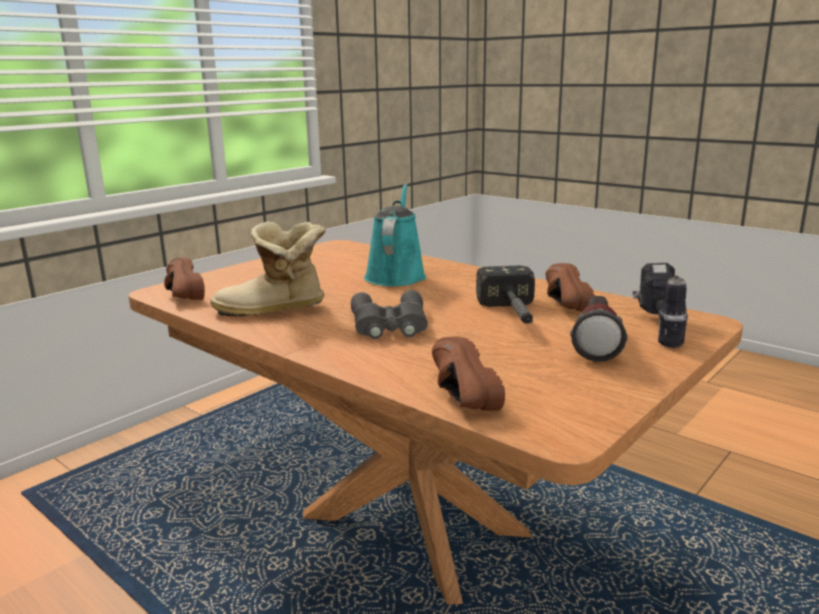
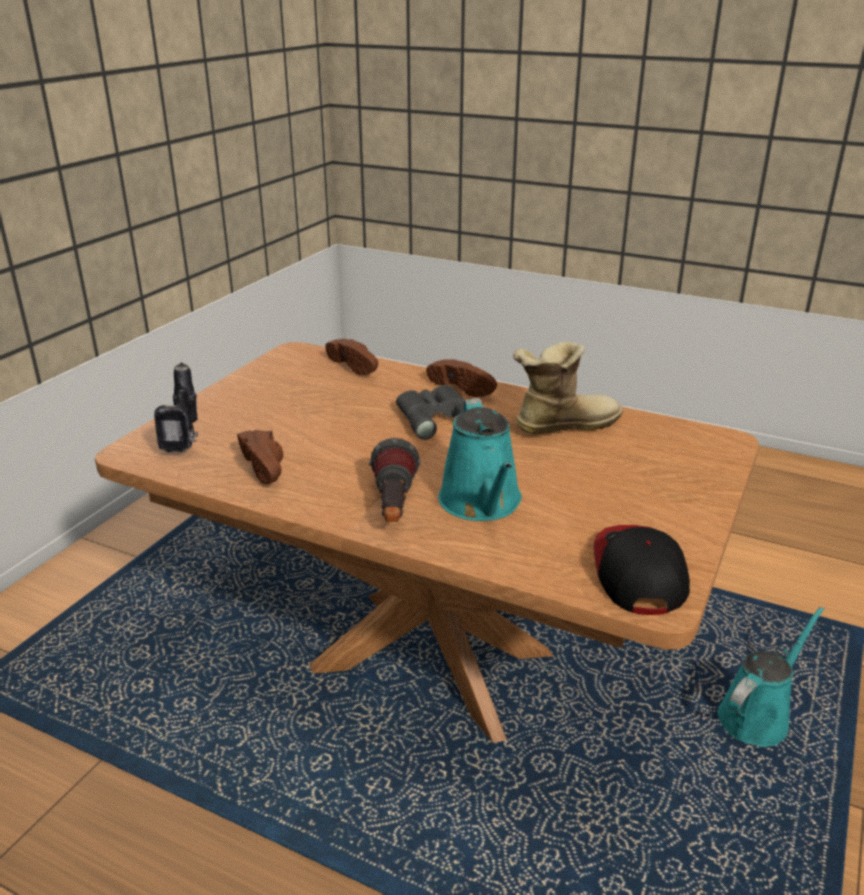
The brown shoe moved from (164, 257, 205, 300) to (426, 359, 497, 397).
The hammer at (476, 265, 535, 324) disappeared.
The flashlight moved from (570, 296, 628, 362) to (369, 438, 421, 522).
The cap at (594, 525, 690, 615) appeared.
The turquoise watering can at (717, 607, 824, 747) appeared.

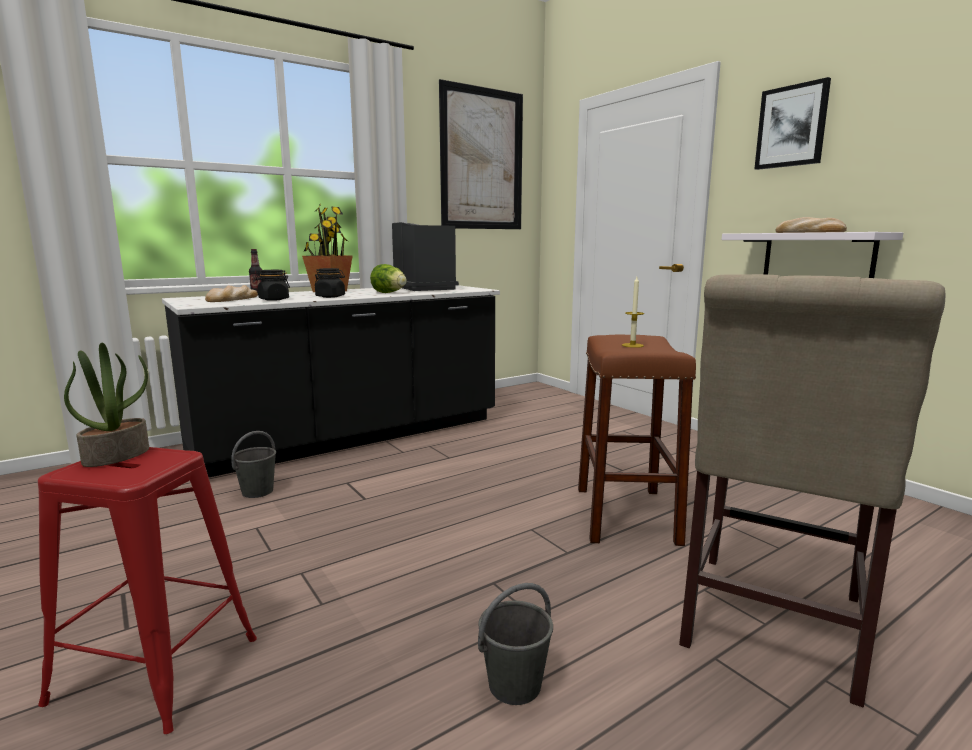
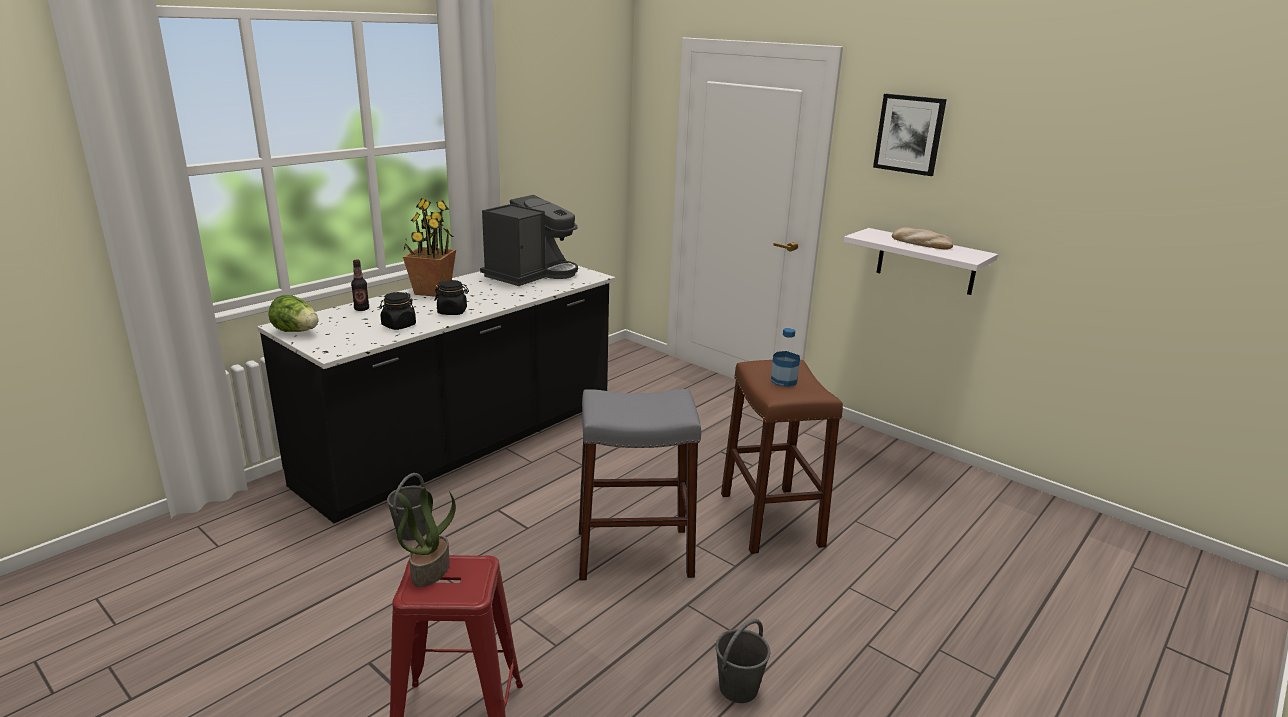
The picture at (439, 79, 523, 229) disappeared.
The coffee machine at (392, 222, 459, 291) turned 75 degrees clockwise.
The lettuce moved from (370, 264, 407, 293) to (268, 295, 318, 332).
The beige chair at (679, 274, 945, 707) disappeared.
The candle at (622, 277, 644, 348) was replaced by the bottle at (771, 328, 800, 387).
The bread at (205, 285, 258, 302) disappeared.
The grey stool at (579, 389, 701, 580) appeared.

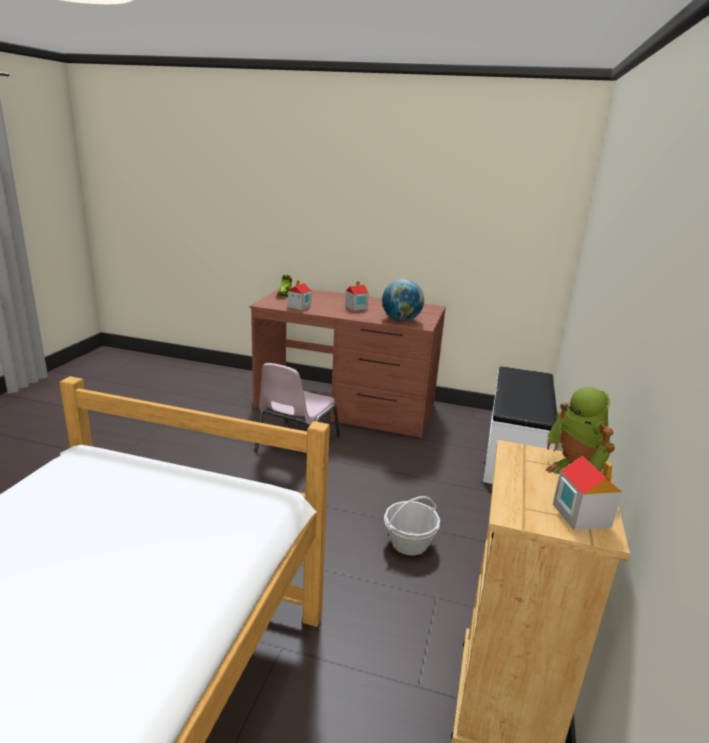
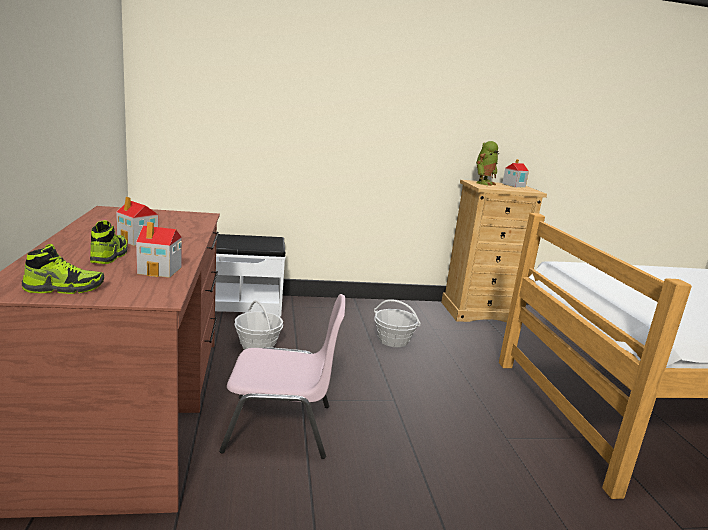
The globe at (382, 279, 424, 321) disappeared.
The shoe at (90, 220, 128, 264) appeared.
The basket at (234, 300, 283, 350) appeared.

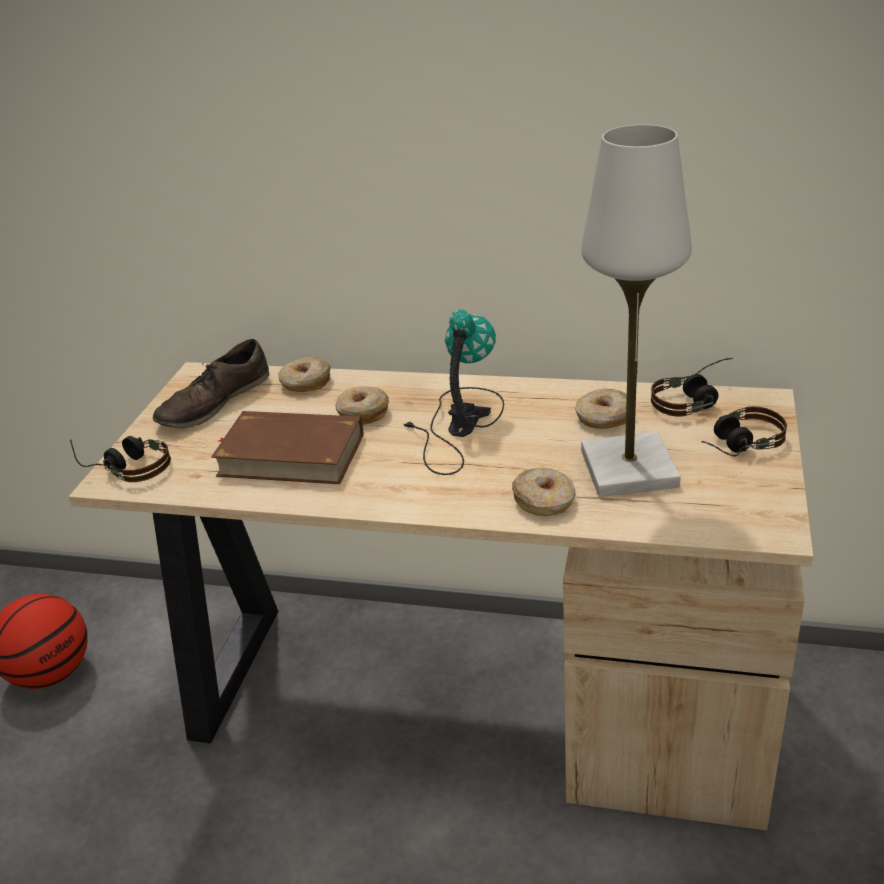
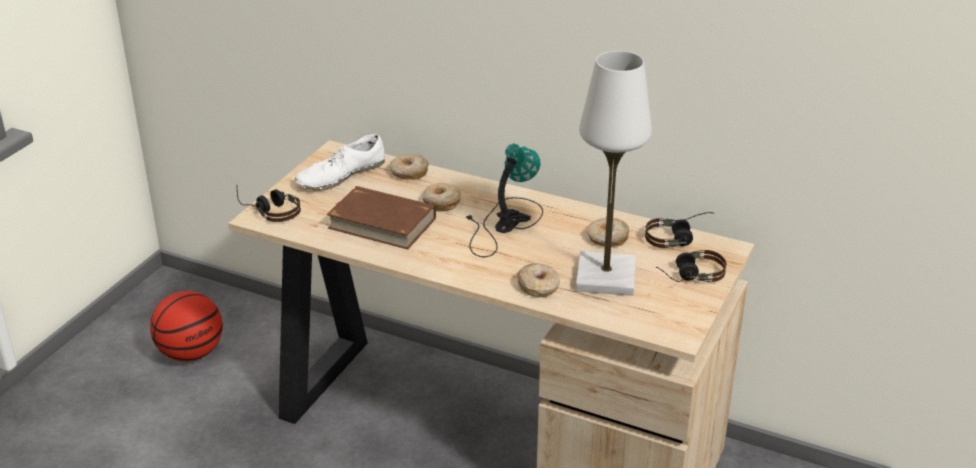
The brown shoe at (153, 339, 269, 429) became the white shoe at (295, 134, 385, 191).

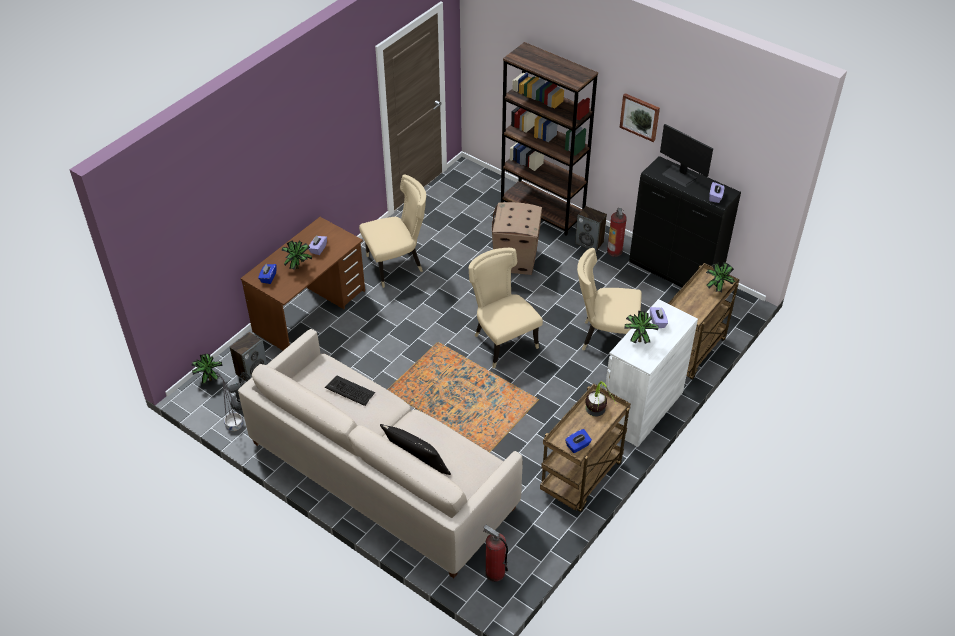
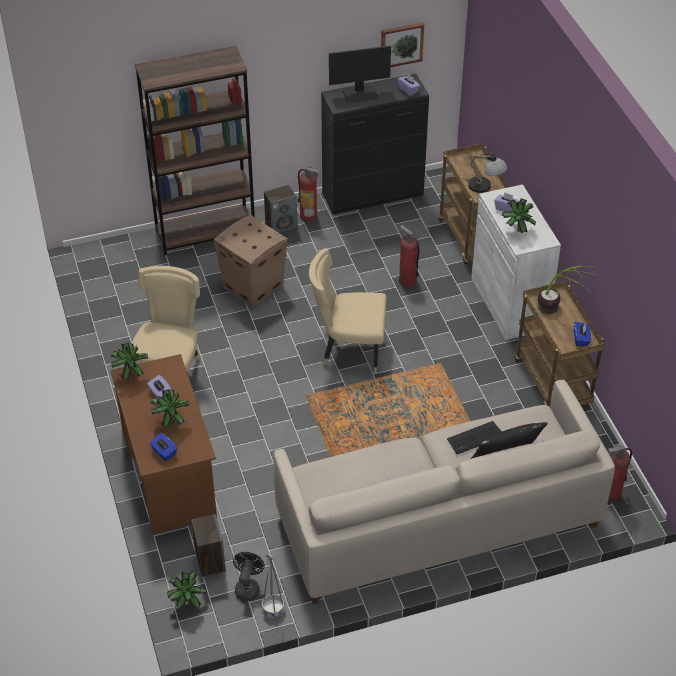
The picture moved from (620, 93, 660, 142) to (381, 23, 424, 67).
The beige chair at (577, 248, 642, 350) was replaced by the fire extinguisher at (399, 225, 420, 288).
The potted plant moved from (706, 262, 736, 292) to (110, 343, 148, 380).
The keyboard moved from (325, 375, 375, 406) to (447, 421, 502, 454).
The table lamp at (464, 153, 507, 193) appeared.

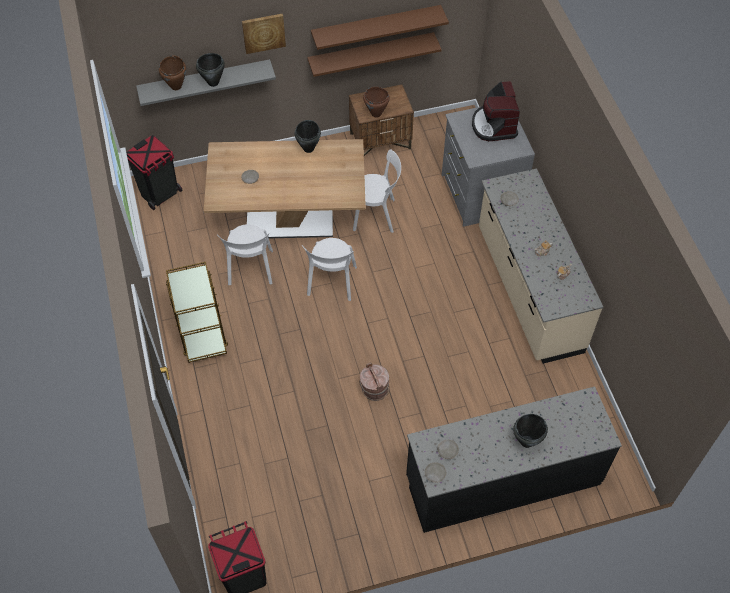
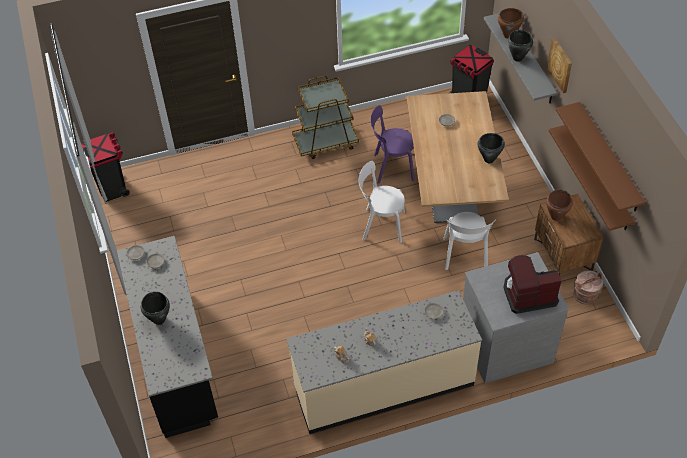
The white chair at (217, 224, 273, 285) became the purple chair at (371, 105, 415, 184).
The brown bucket moved from (359, 362, 389, 401) to (573, 270, 603, 305).

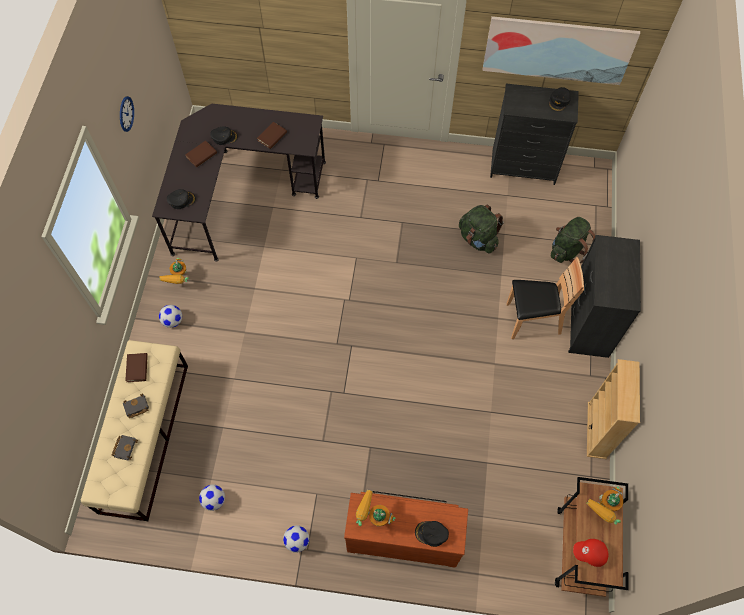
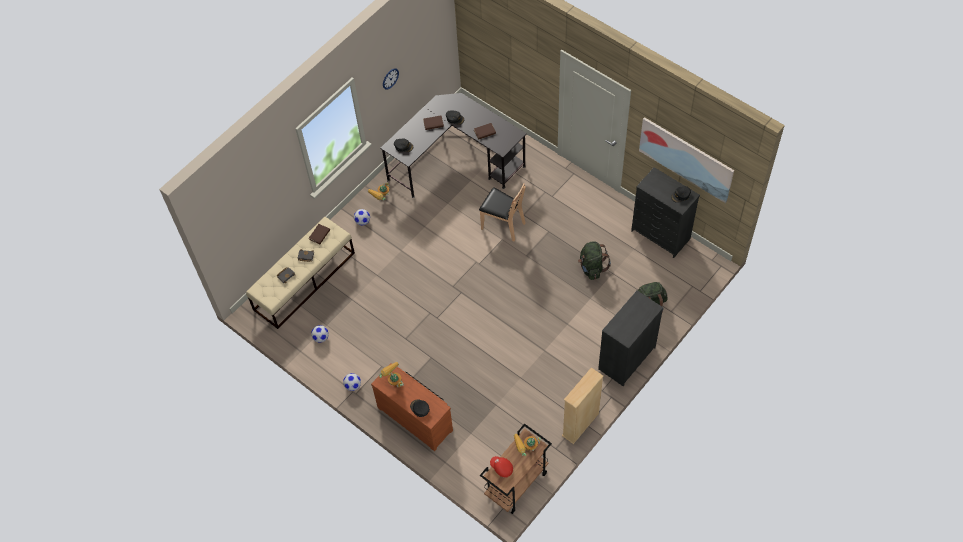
The brown chair moved from (506, 257, 584, 339) to (479, 183, 526, 242).

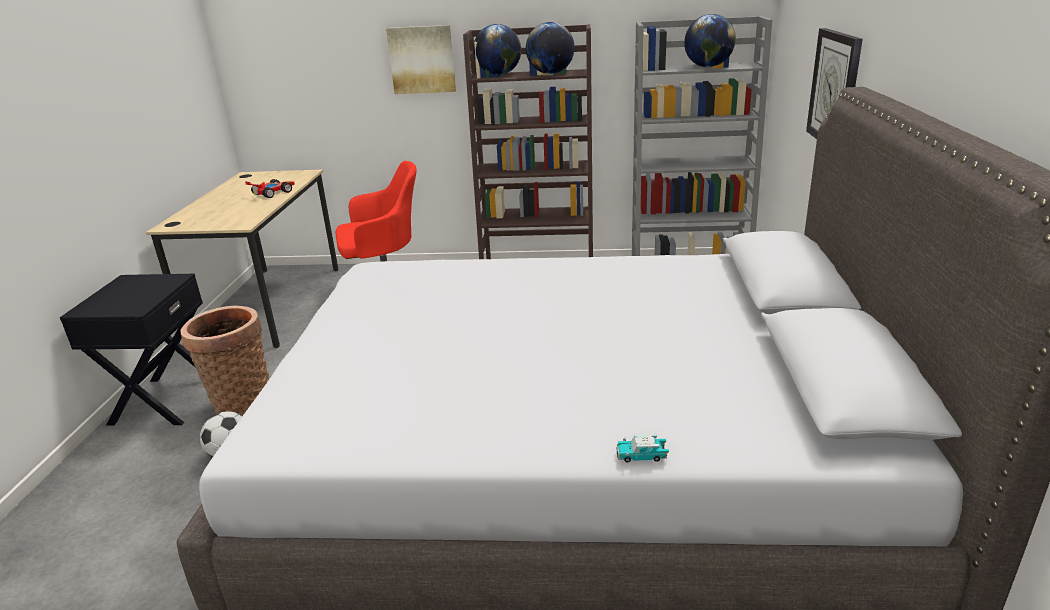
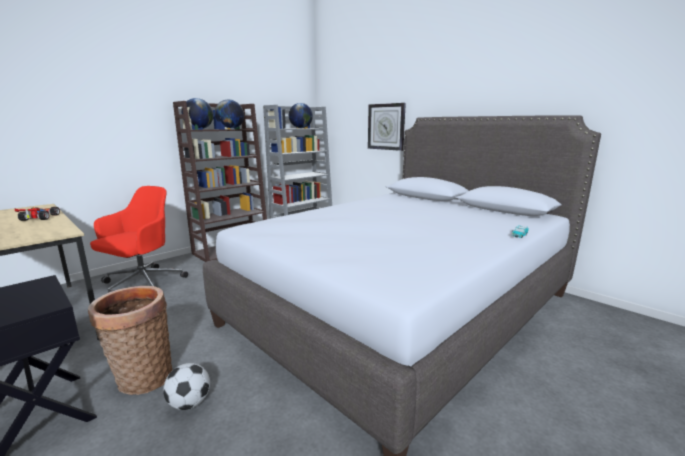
The picture at (386, 25, 456, 94) disappeared.

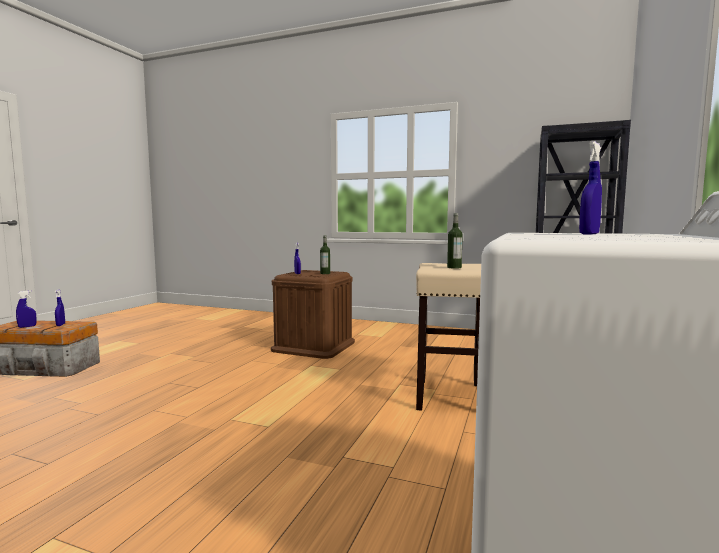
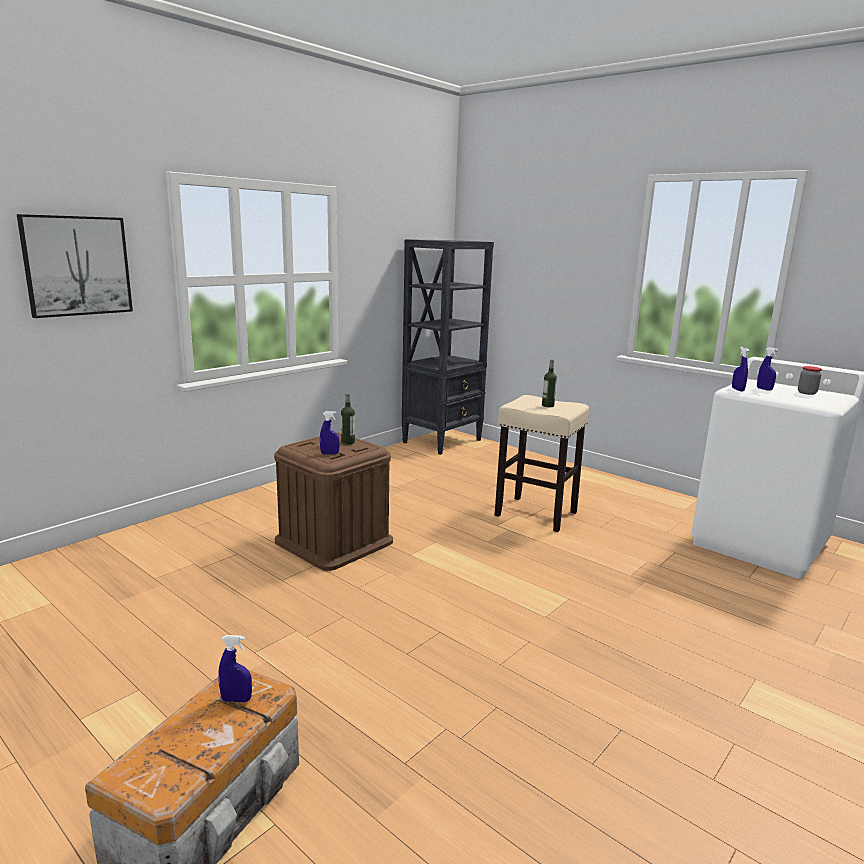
The blue spray bottle moved from (16, 290, 37, 328) to (732, 347, 749, 392).
The picture at (17, 214, 133, 318) appeared.
The jar at (798, 366, 822, 395) appeared.

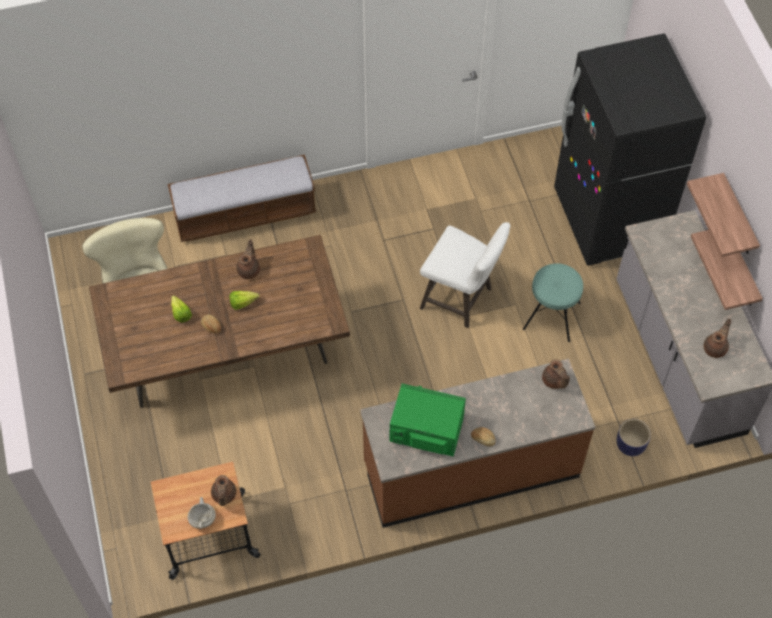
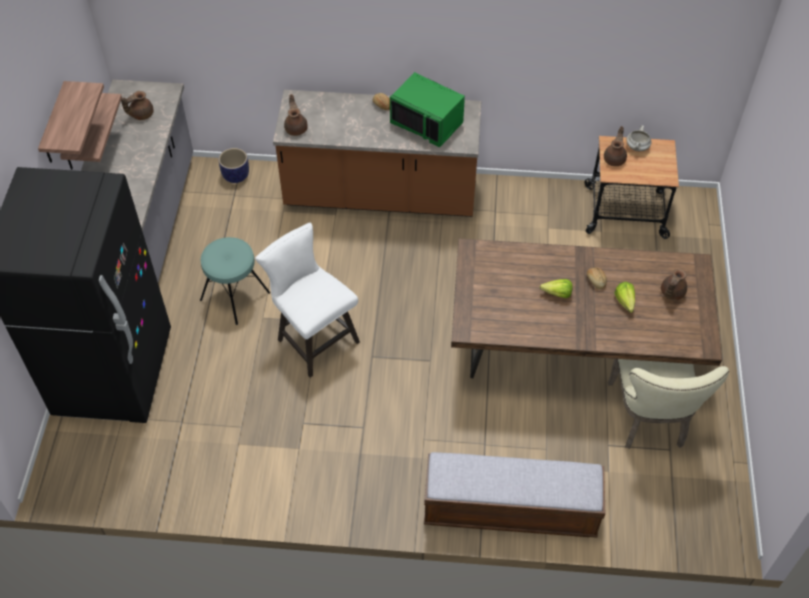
The brown teapot moved from (236, 239, 260, 279) to (661, 269, 687, 300).

